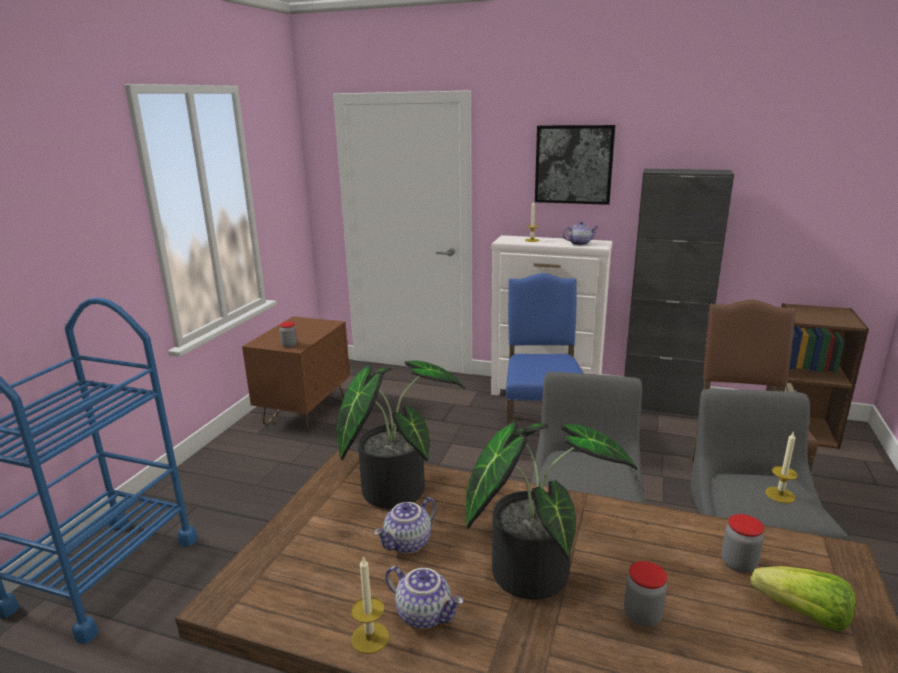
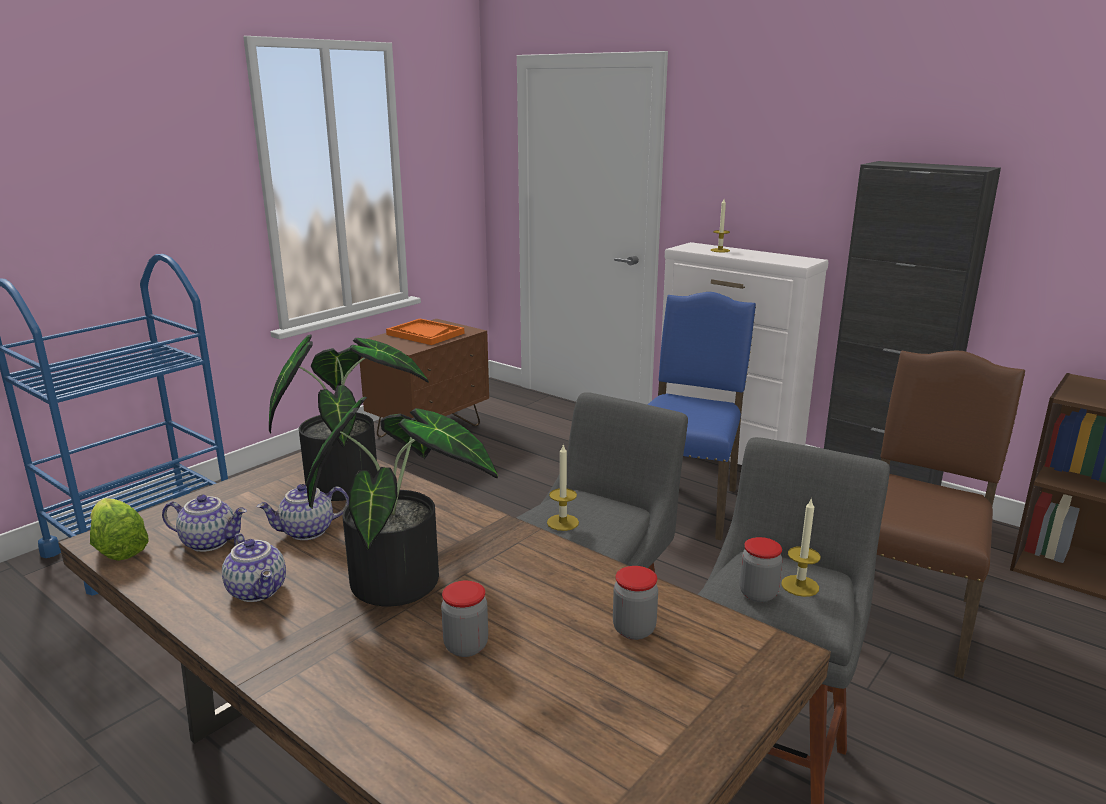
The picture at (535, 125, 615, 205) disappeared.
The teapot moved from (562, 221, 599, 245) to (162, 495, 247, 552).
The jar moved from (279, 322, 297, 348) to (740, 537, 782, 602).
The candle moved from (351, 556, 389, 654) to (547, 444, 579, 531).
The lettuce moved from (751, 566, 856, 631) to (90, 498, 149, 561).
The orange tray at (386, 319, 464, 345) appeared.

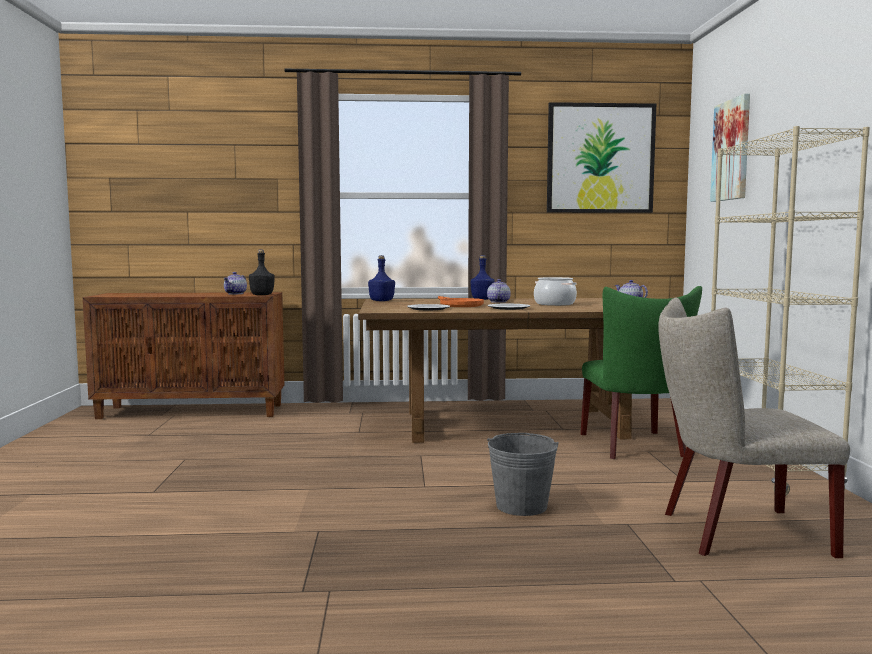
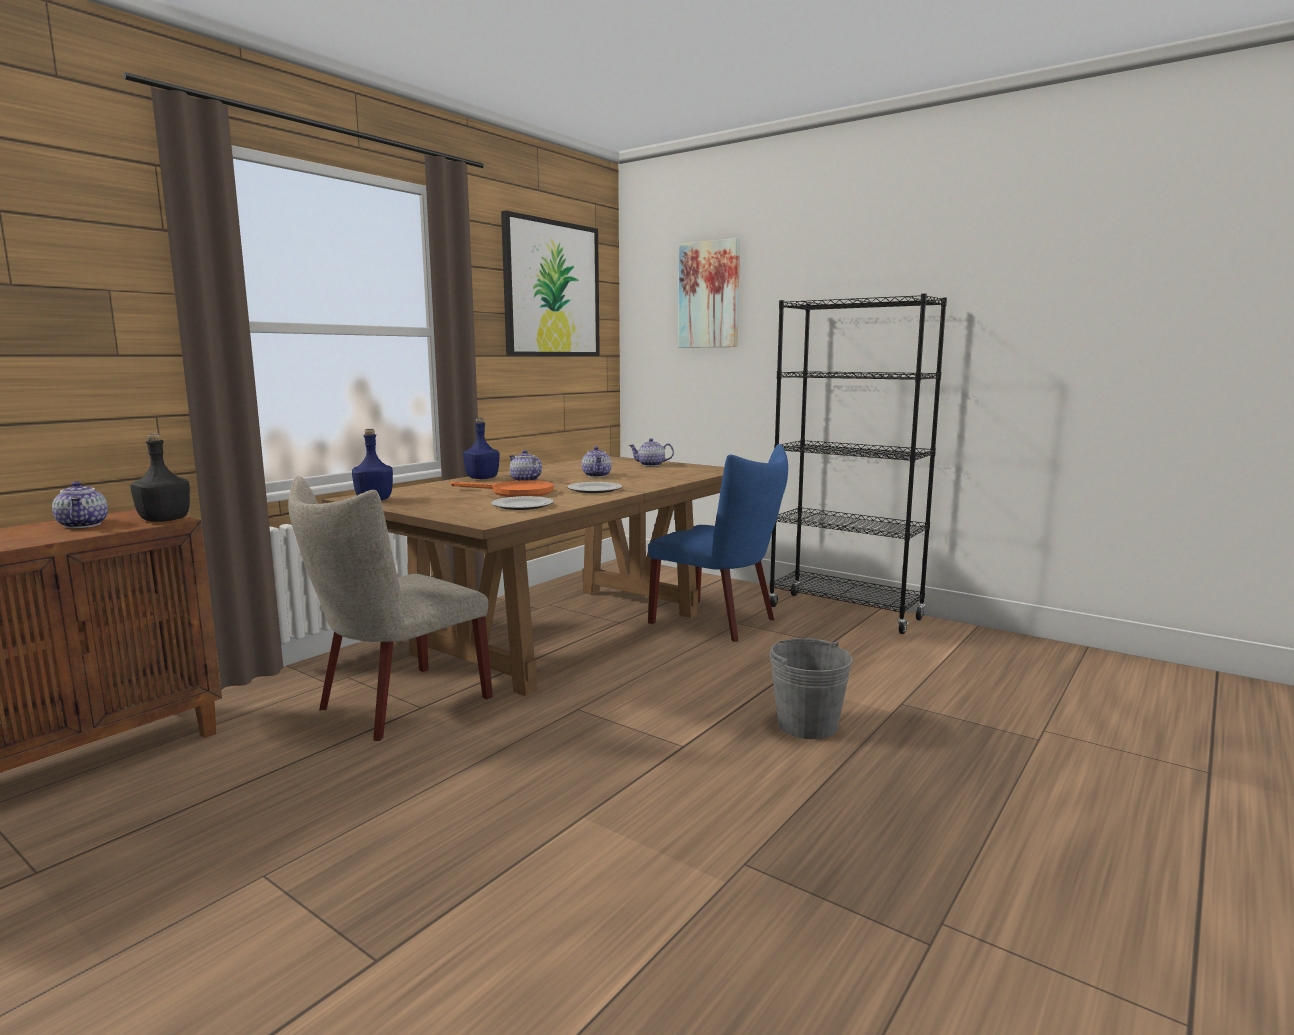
The beige bookcase at (711, 126, 870, 496) became the black bookcase at (768, 294, 947, 634).
The cooking pot at (534, 277, 577, 306) was replaced by the teapot at (582, 446, 612, 477).
The green chair at (580, 286, 702, 459) became the blue chair at (648, 444, 788, 642).
The beige chair moved from (658, 297, 850, 558) to (288, 476, 493, 741).

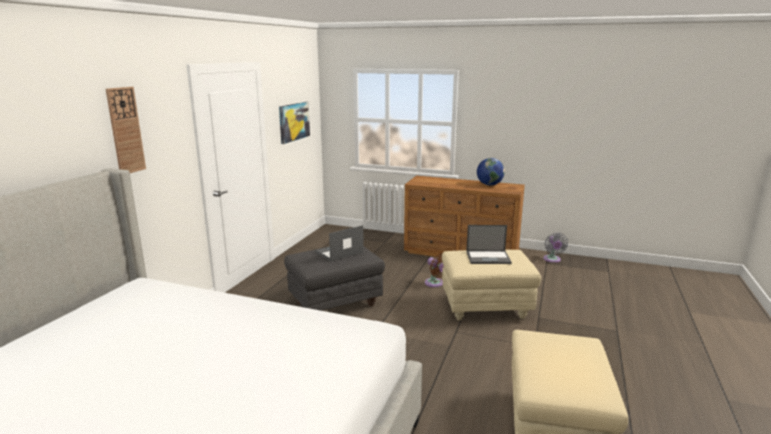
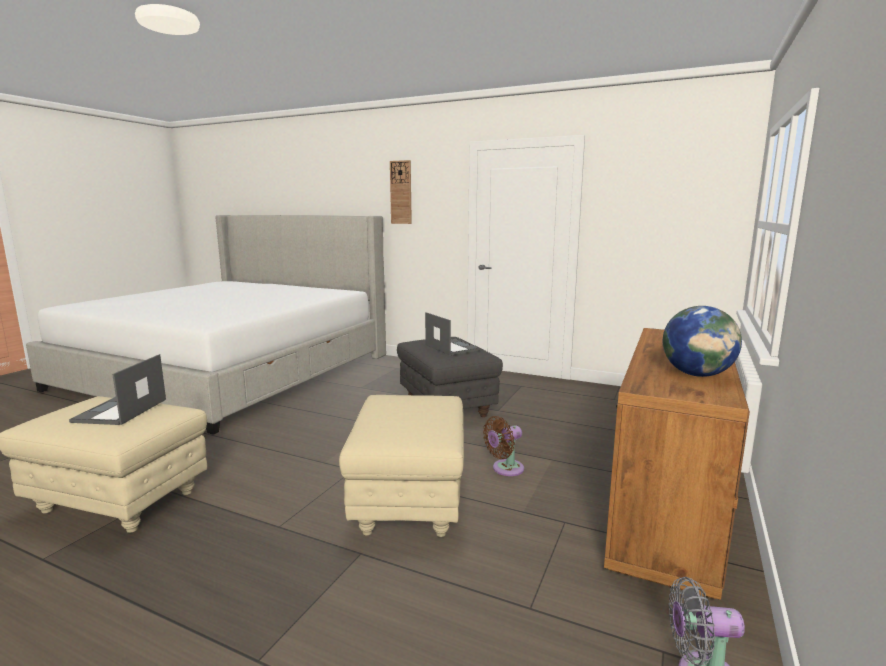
The picture at (279, 102, 310, 144) disappeared.
The laptop moved from (466, 225, 512, 264) to (69, 354, 166, 425).

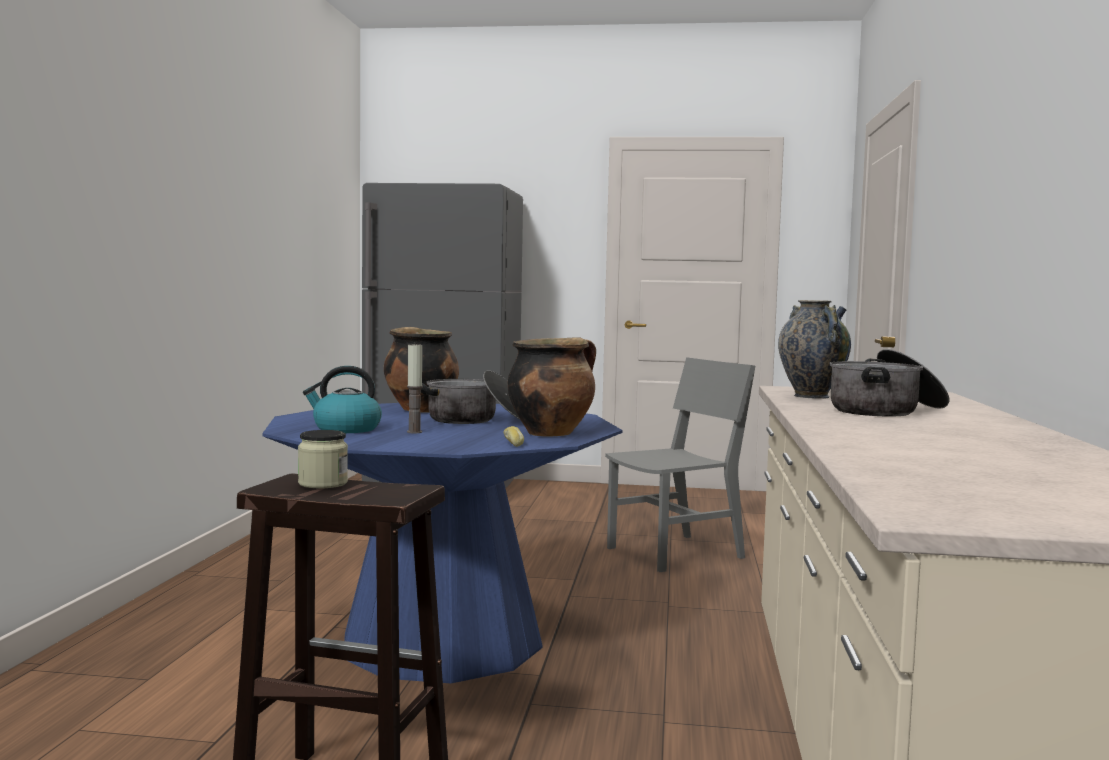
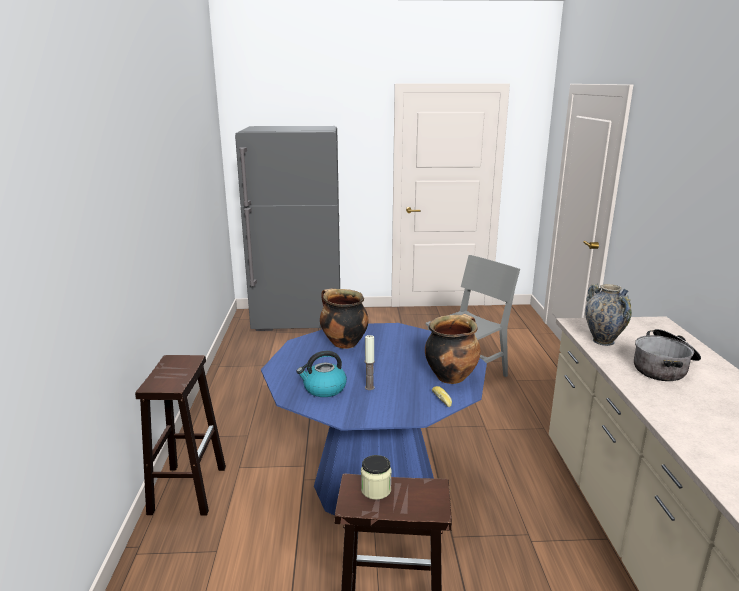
The cooking pot at (421, 370, 520, 424) disappeared.
The brown stool at (135, 355, 226, 516) appeared.

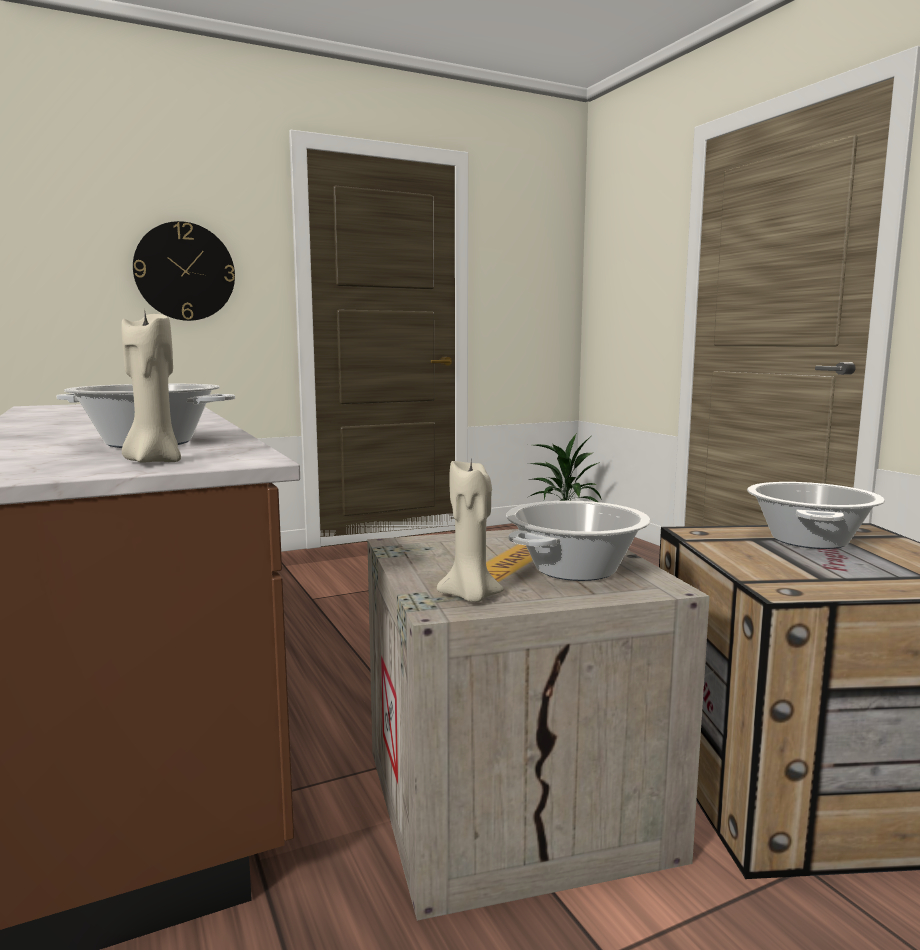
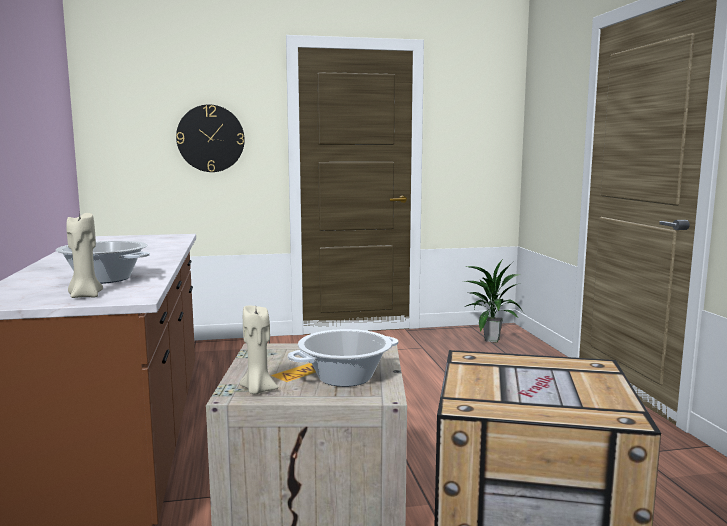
The cooking pot at (747, 482, 885, 549) disappeared.

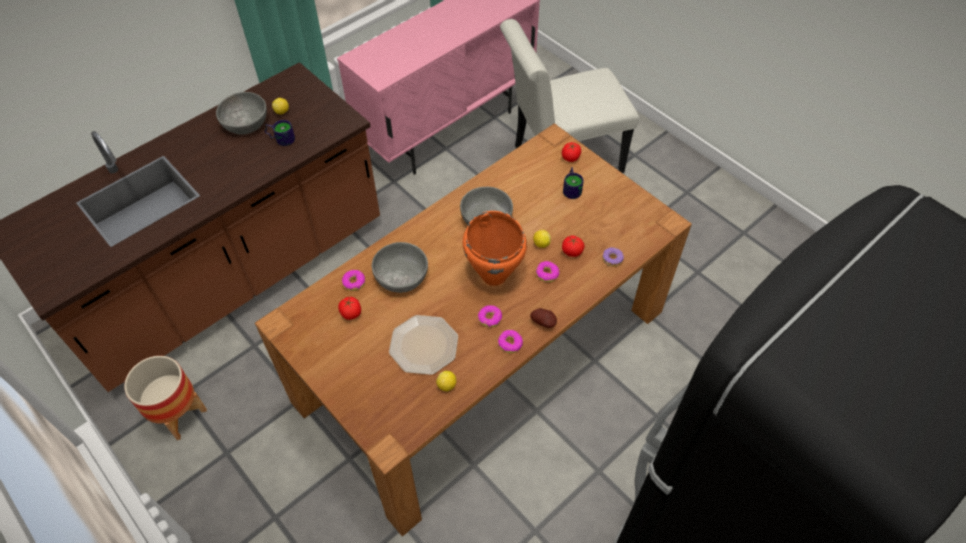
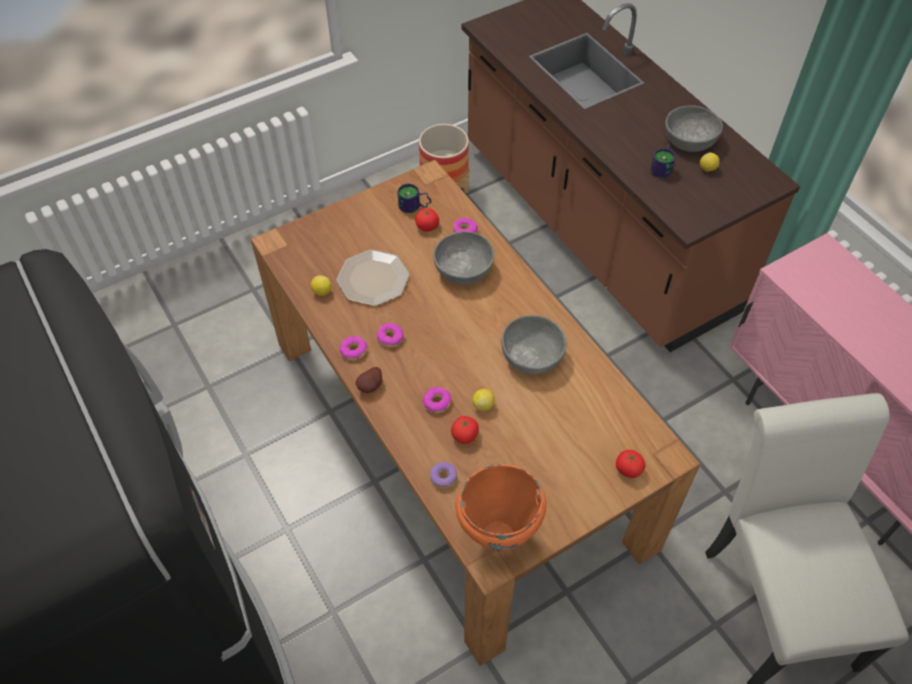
The mug moved from (563, 167, 584, 199) to (398, 184, 431, 213).
The orange cooking pot moved from (463, 211, 527, 286) to (455, 464, 546, 552).

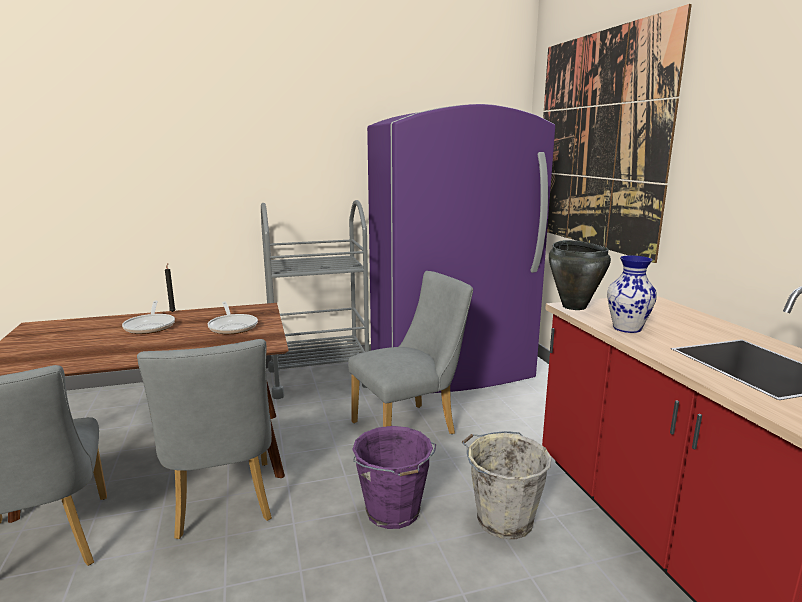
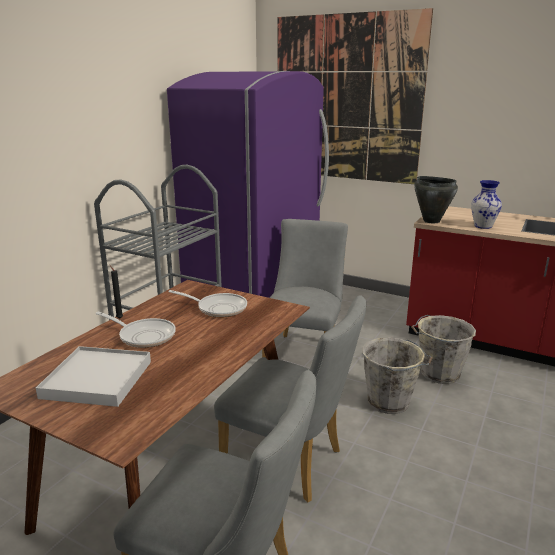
The purple bucket at (352, 426, 436, 529) became the grey bucket at (362, 337, 433, 414).
The white tray at (36, 346, 151, 407) appeared.

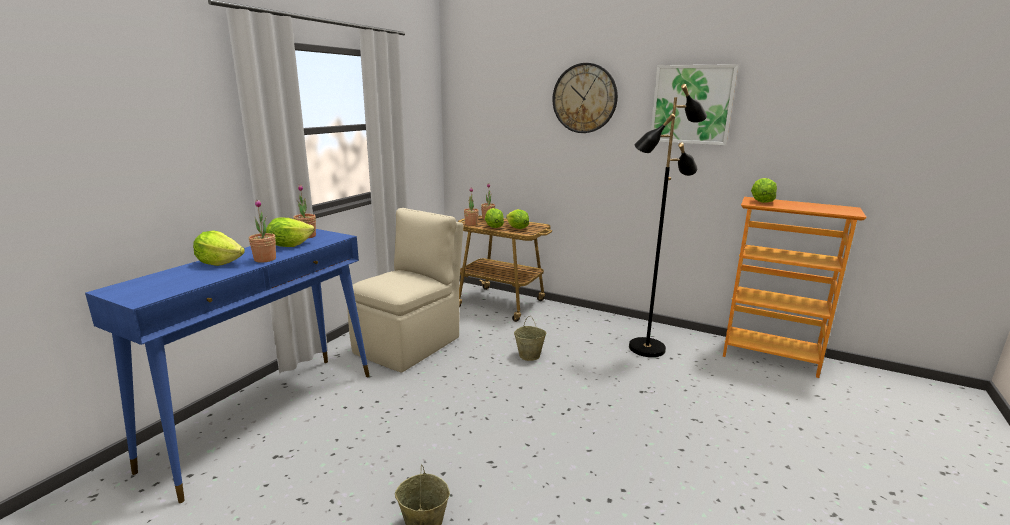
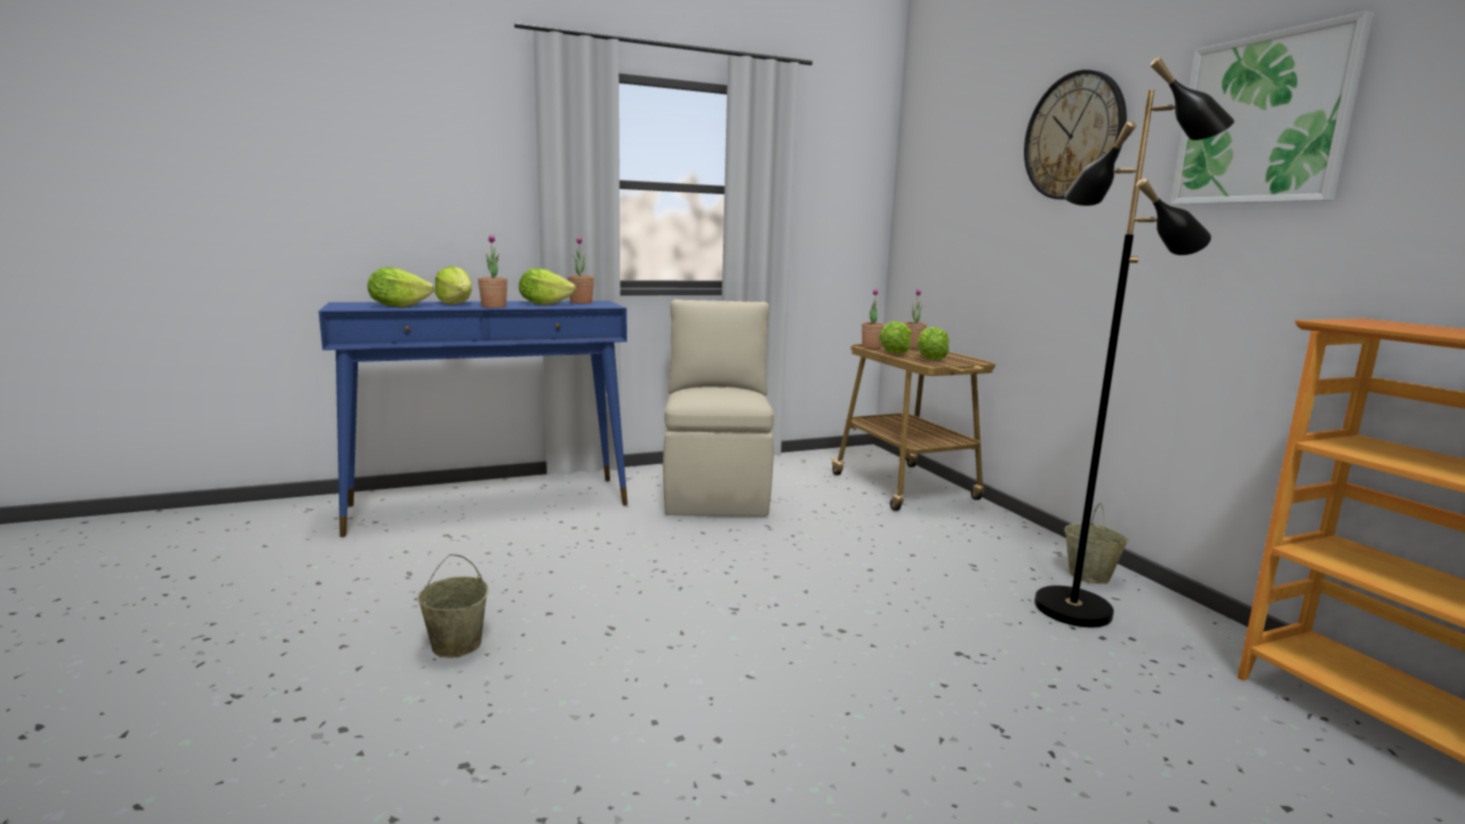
The lettuce moved from (751, 178, 777, 203) to (368, 267, 434, 307).
The beige chair at (347, 208, 463, 372) turned 75 degrees counterclockwise.
The beige bucket moved from (514, 316, 546, 361) to (1064, 503, 1129, 584).

